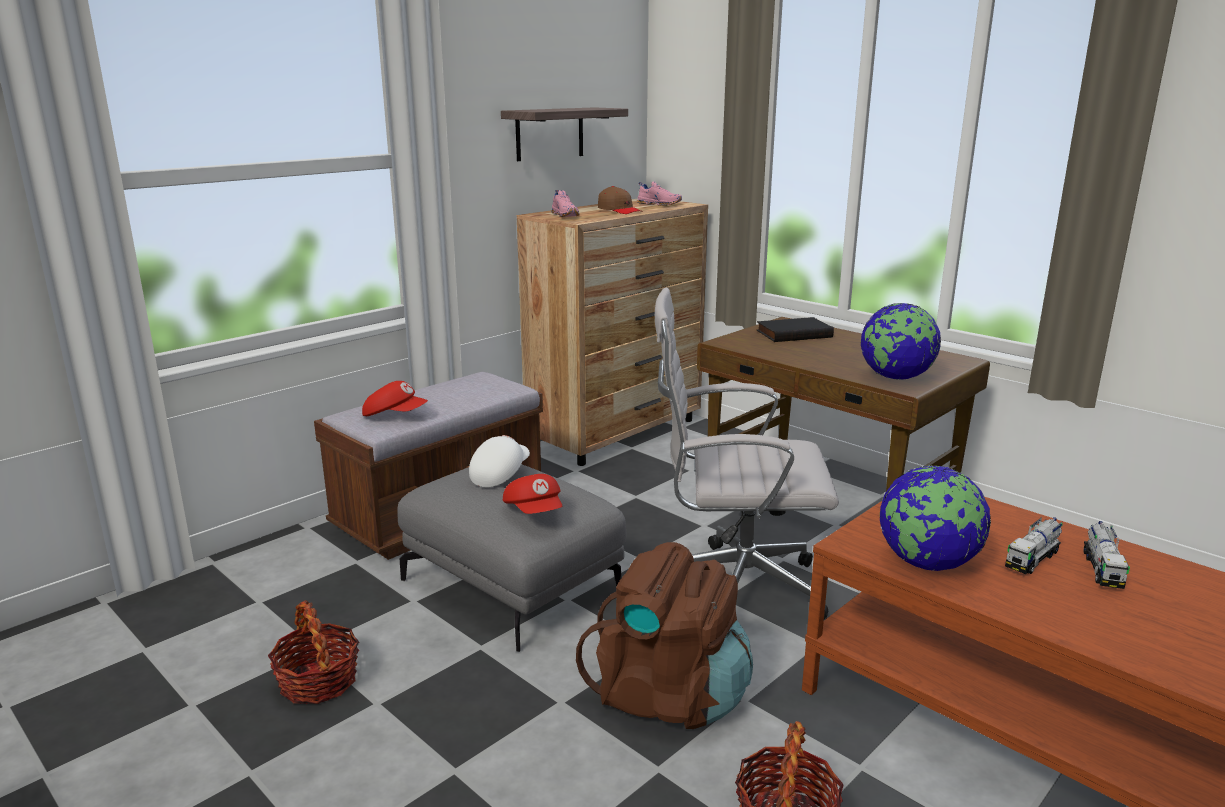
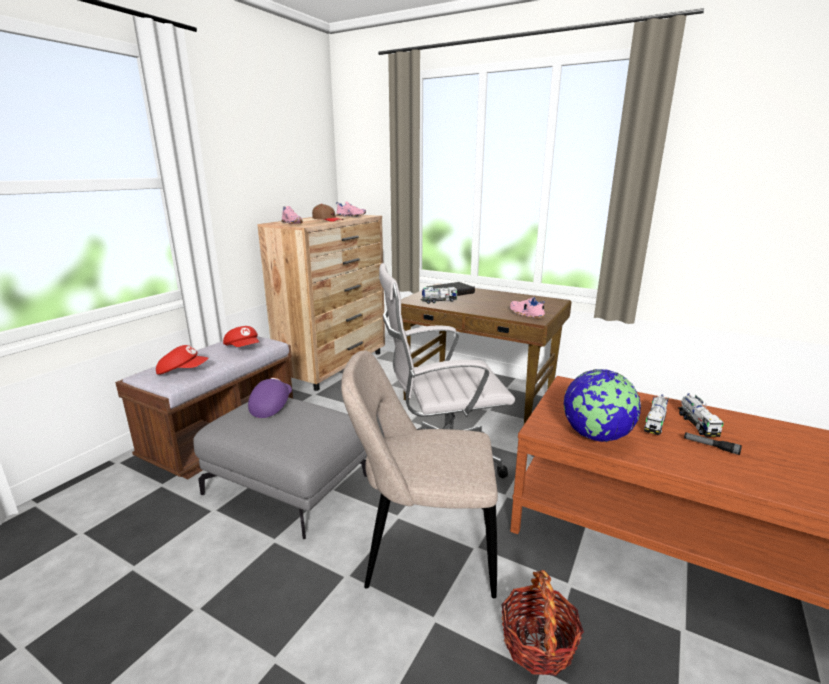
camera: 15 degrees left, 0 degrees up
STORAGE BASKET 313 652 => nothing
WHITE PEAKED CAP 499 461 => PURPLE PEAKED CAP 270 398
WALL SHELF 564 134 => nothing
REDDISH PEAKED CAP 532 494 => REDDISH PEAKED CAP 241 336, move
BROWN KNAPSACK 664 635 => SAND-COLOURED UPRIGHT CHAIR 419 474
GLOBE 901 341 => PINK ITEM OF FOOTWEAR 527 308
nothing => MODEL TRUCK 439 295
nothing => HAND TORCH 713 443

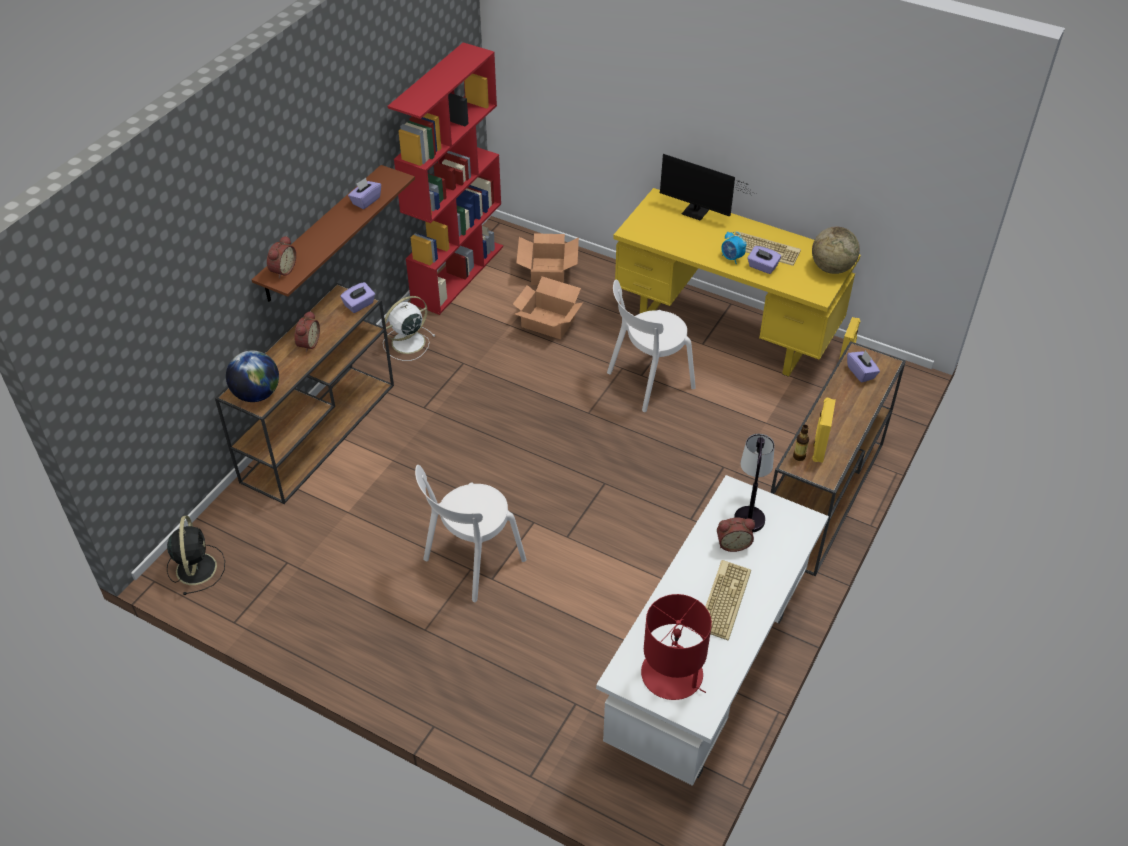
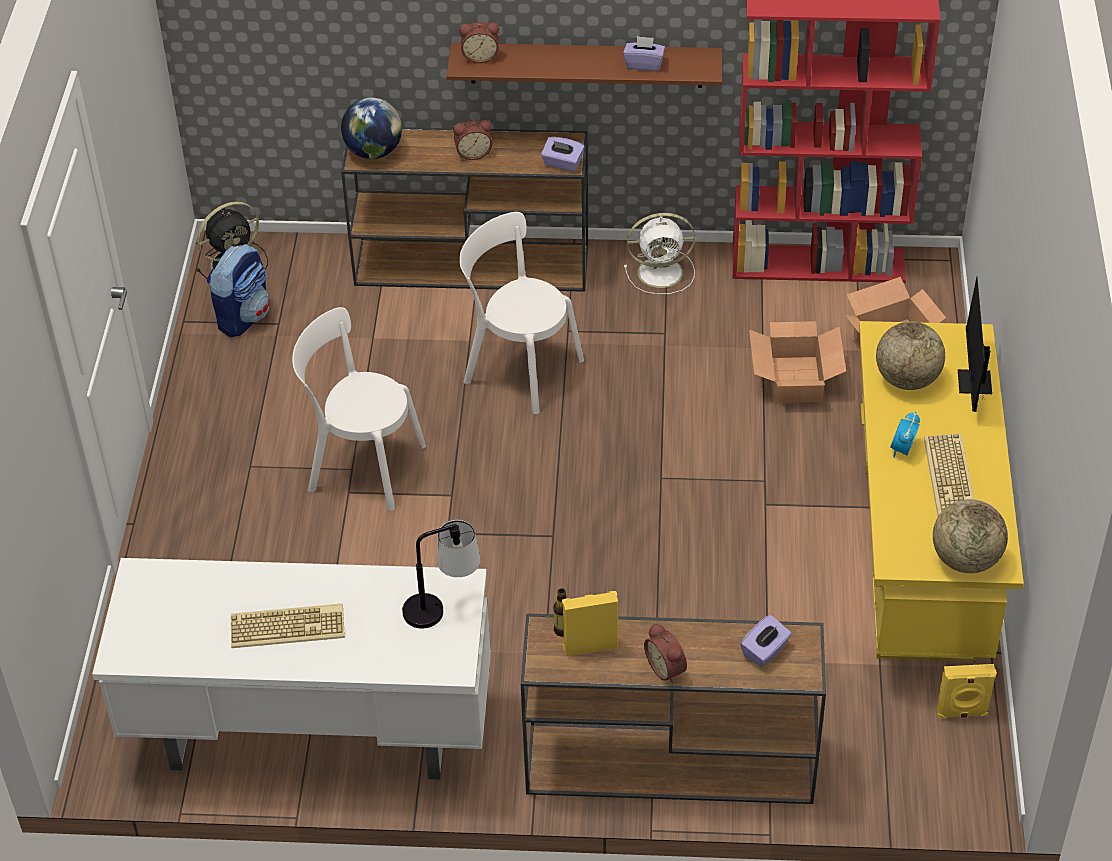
camera: 65 degrees right, 0 degrees up
WHITE FAN 409 328 => WHITE FAN 659 254, 150 degrees clockwise
WHITE UPRIGHT CHAIR 651 345 => WHITE UPRIGHT CHAIR 521 313, move
REDDISH LAMP FOR A TABLE 676 647 => nothing
ALARM CLOCK 736 534 => ALARM CLOCK 665 653, move
PURPLE TISSUE BOX 764 260 => nothing
nothing => KNAPSACK 238 290
nothing => GLOBE 910 355

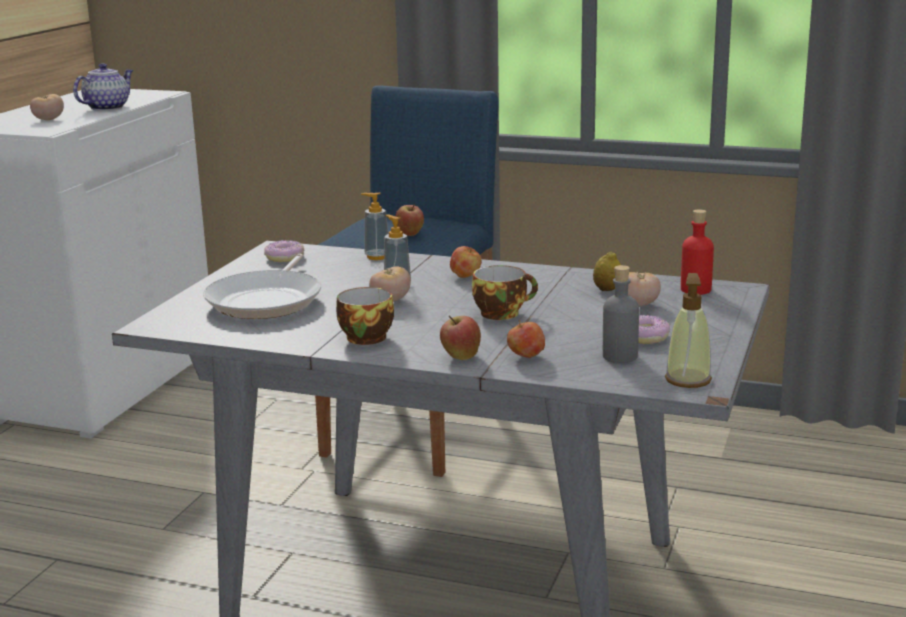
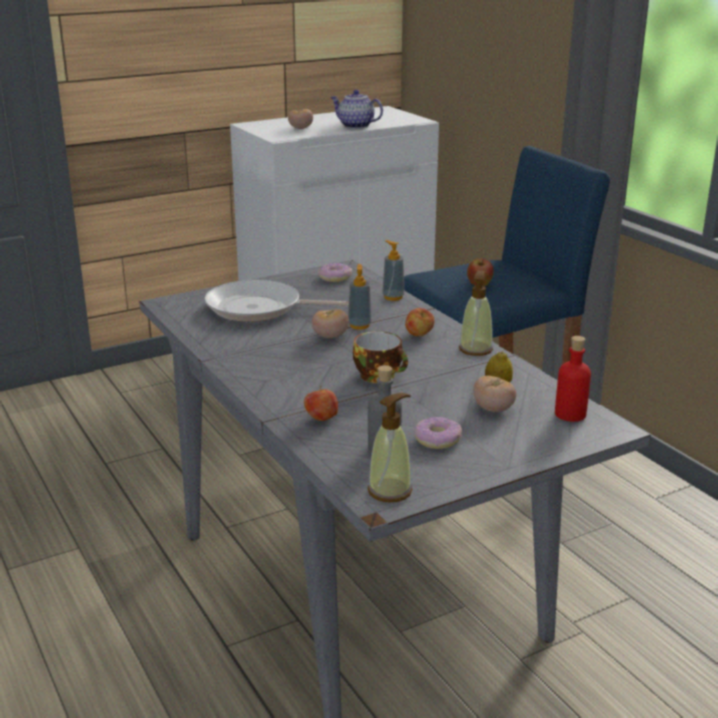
camera: 40 degrees right, 5 degrees up
TEAPOT 103 87 => TEAPOT 356 109, 135 degrees counterclockwise
SKILLET 262 286 => SKILLET 276 300, 45 degrees clockwise
SMALL CUP 365 316 => nothing
APPLE FRUIT 460 338 => nothing
nothing => LIQUID SOAP BOTTLE 476 313

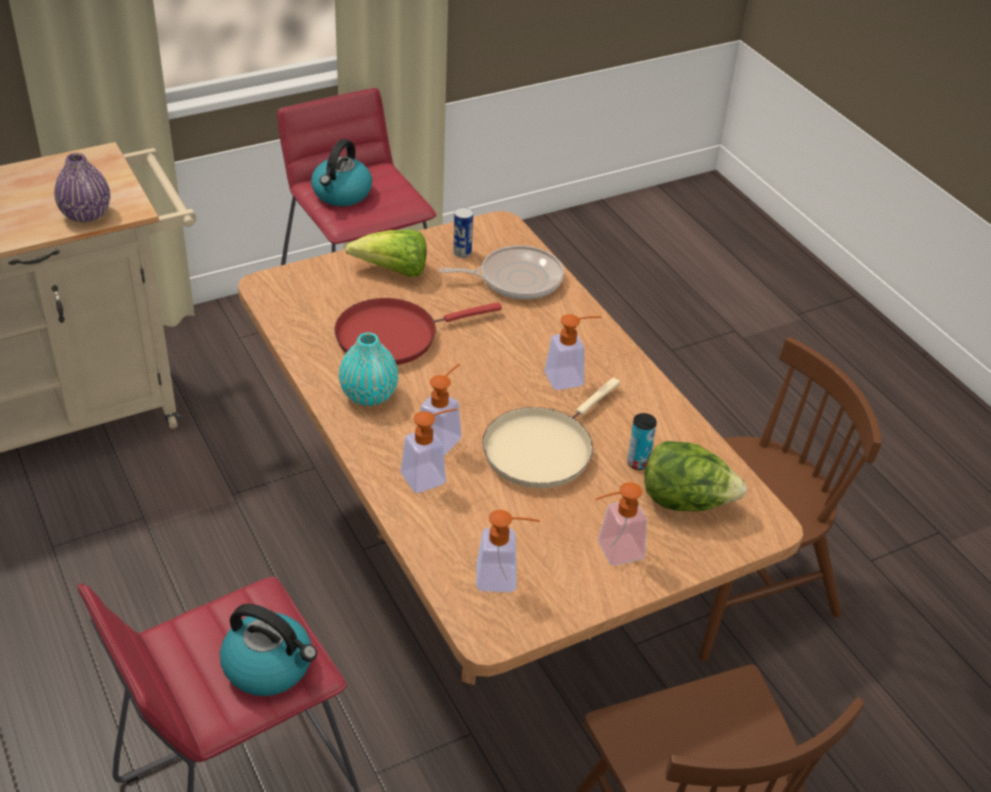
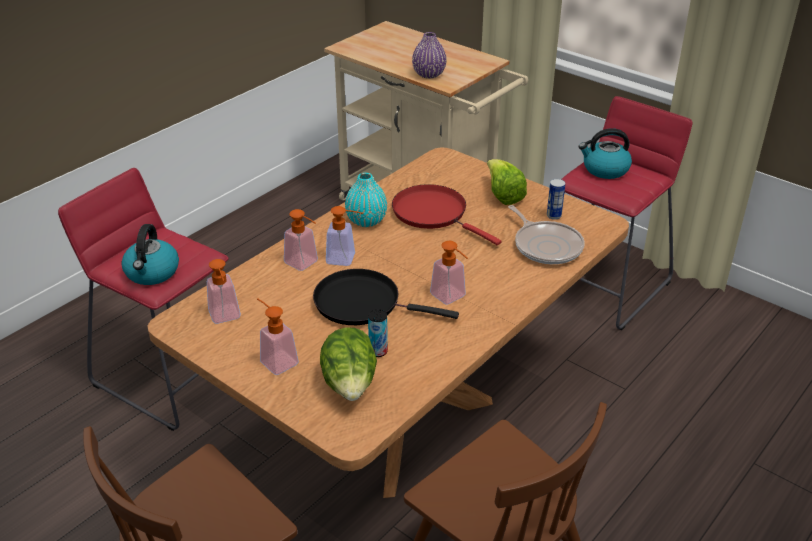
camera: 70 degrees right, 5 degrees down
SAND-COLOURED SKILLET 551 432 => BLACKISH SKILLET 386 297

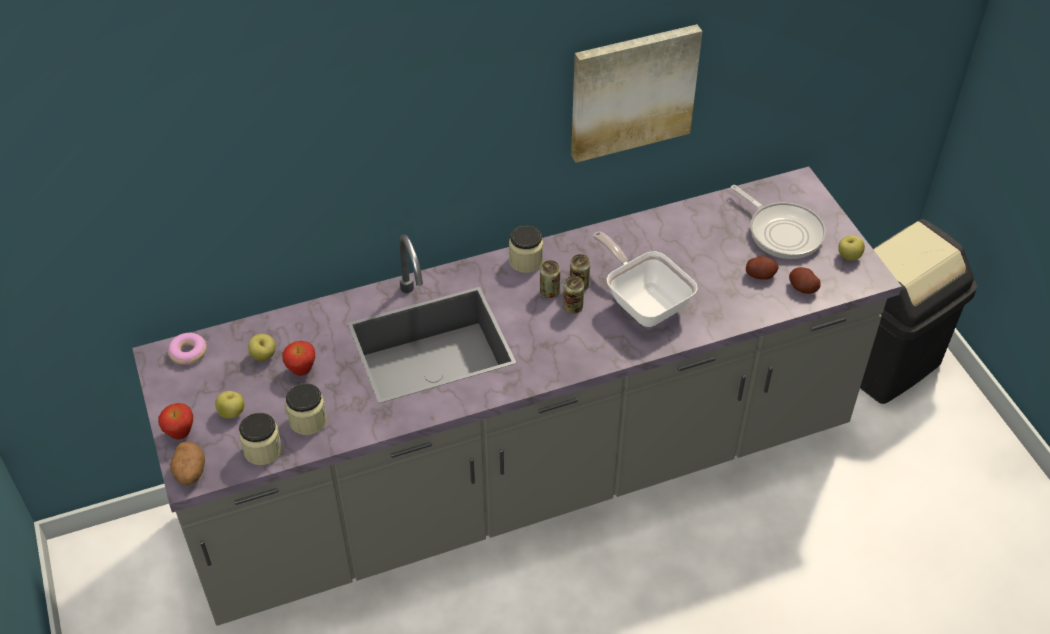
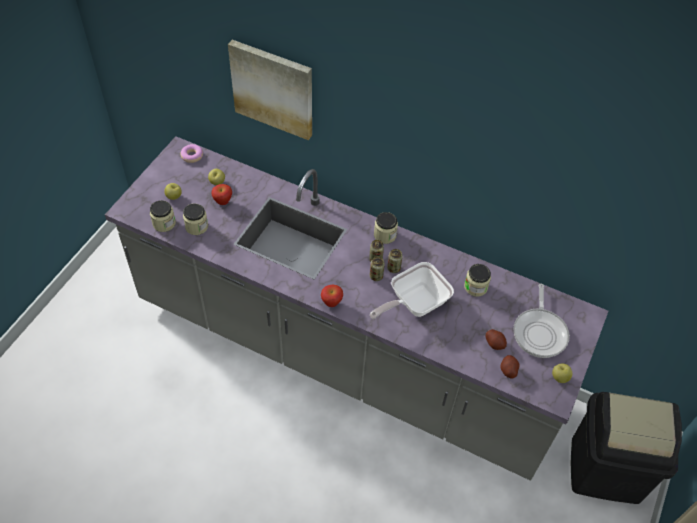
camera: 45 degrees right, 5 degrees up
APPLE FRUIT 175 421 => APPLE FRUIT 332 295, move
WHOLE POTATO 187 463 => nothing
WALL ART 637 93 => WALL ART 270 90, move
SKILLET 645 279 => SKILLET 412 290, 135 degrees counterclockwise
nothing => STORAGE JAR 477 280

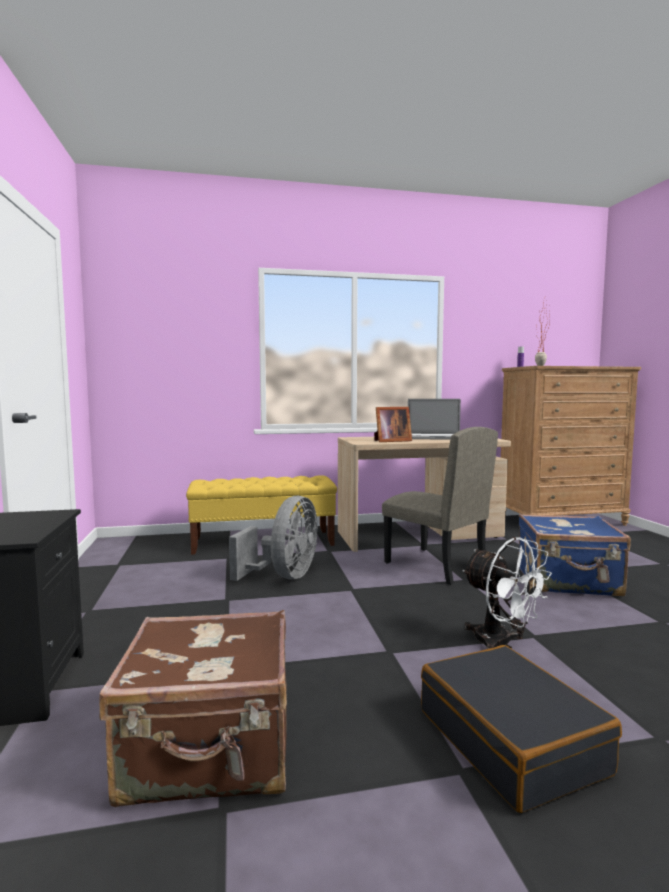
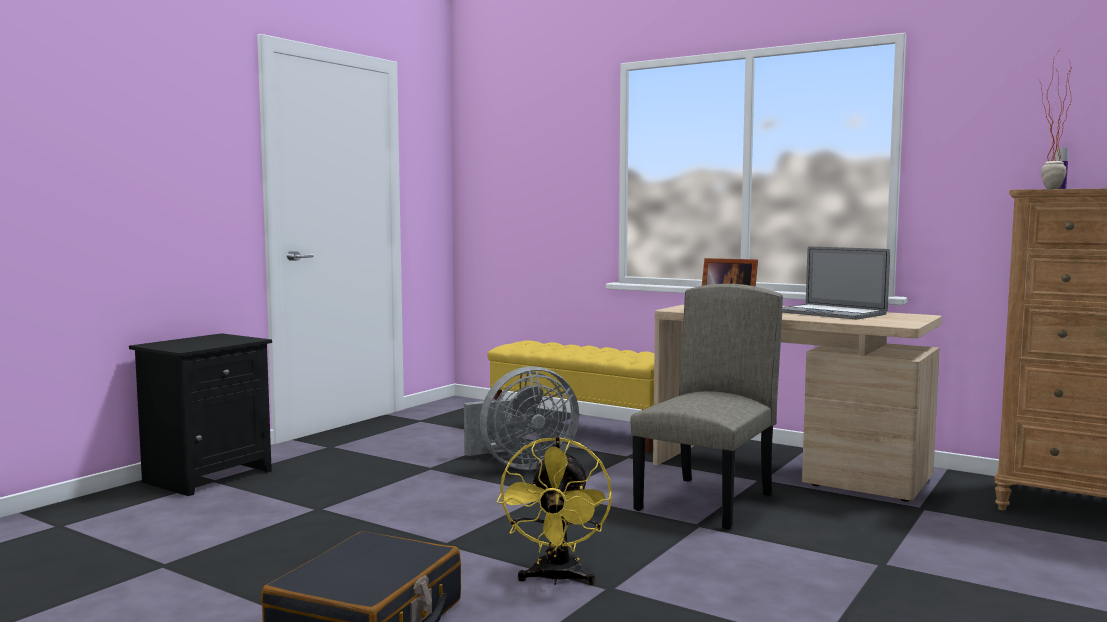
camera: 45 degrees right, 0 degrees up
BROWN PIECE OF LUGGAGE 193 708 => nothing
SAND-COLOURED UPRIGHT CHAIR 440 506 => SAND-COLOURED UPRIGHT CHAIR 707 406, 150 degrees counterclockwise
WHITE FAN 507 593 => YELLOW-COLOURED FAN 554 511
BLUISH PIECE OF LUGGAGE 574 555 => nothing

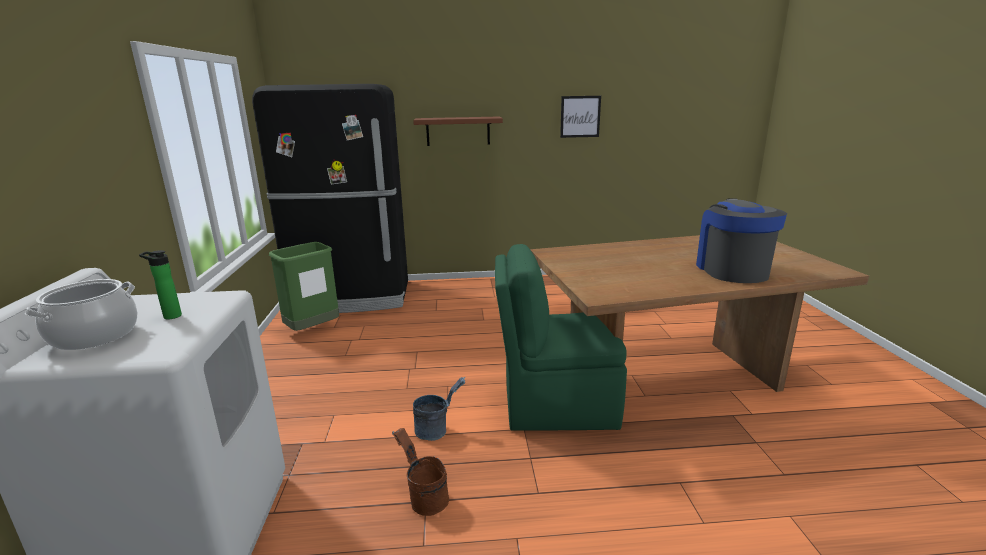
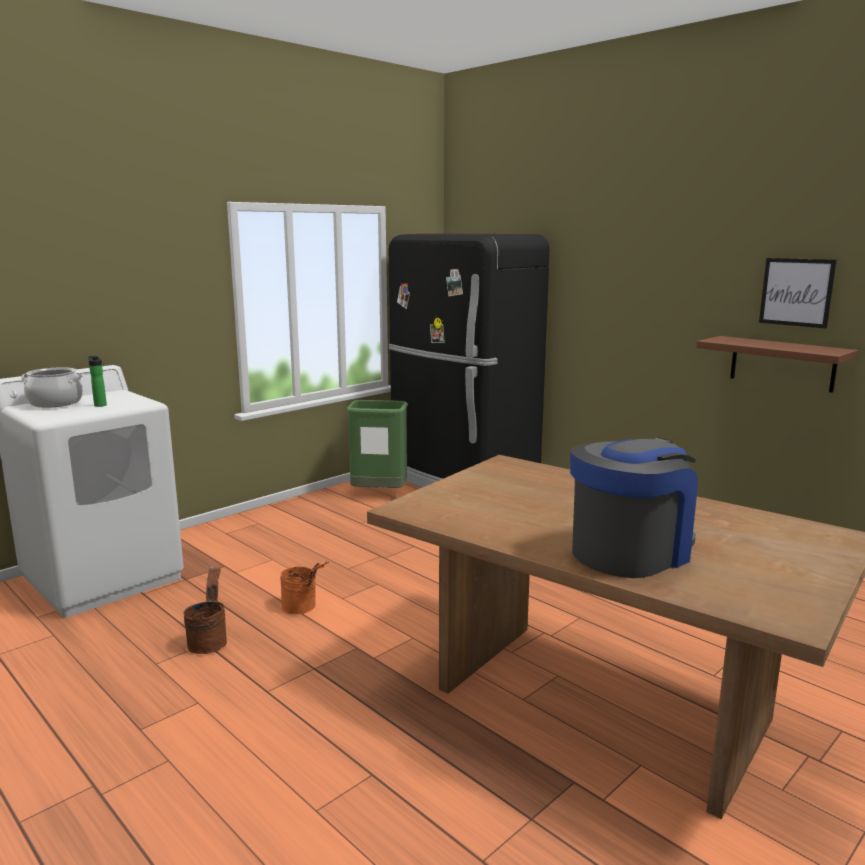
camera: 50 degrees right, 5 degrees down
BROWN WALL SHELF 458 131 => BROWN WALL SHELF 777 364, move
GRAY WATER BUCKET 439 409 => ORANGE-COLOURED WATER BUCKET 304 587
GREENISH UPRIGHT CHAIR 561 337 => nothing

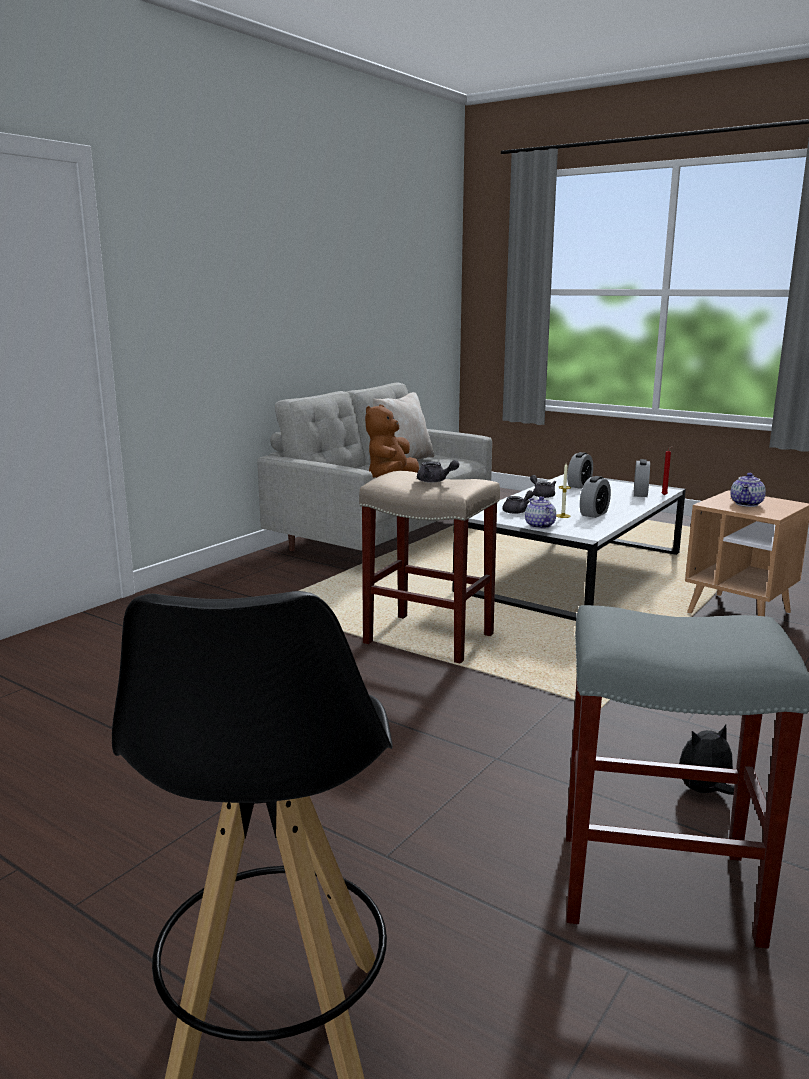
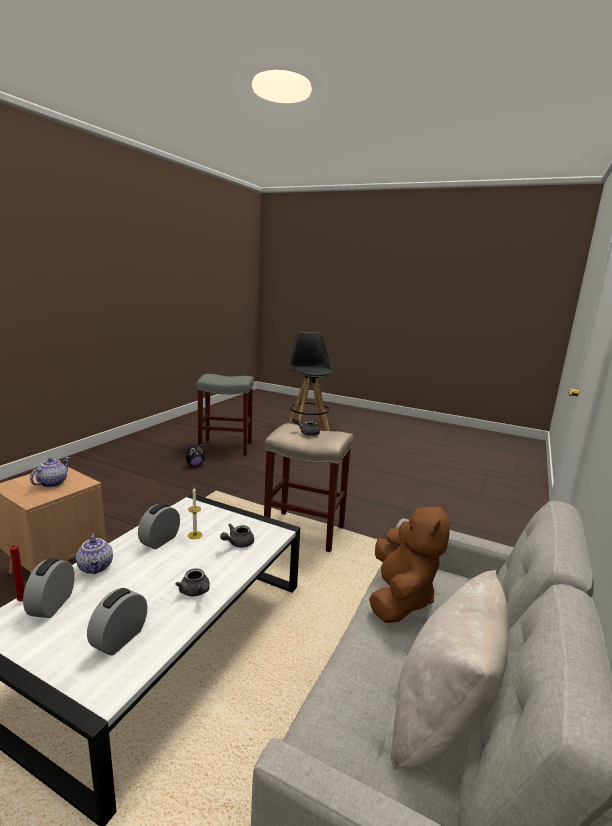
camera: 170 degrees right, 0 degrees up
TEAPOT 540 512 => TEAPOT 94 553, move

